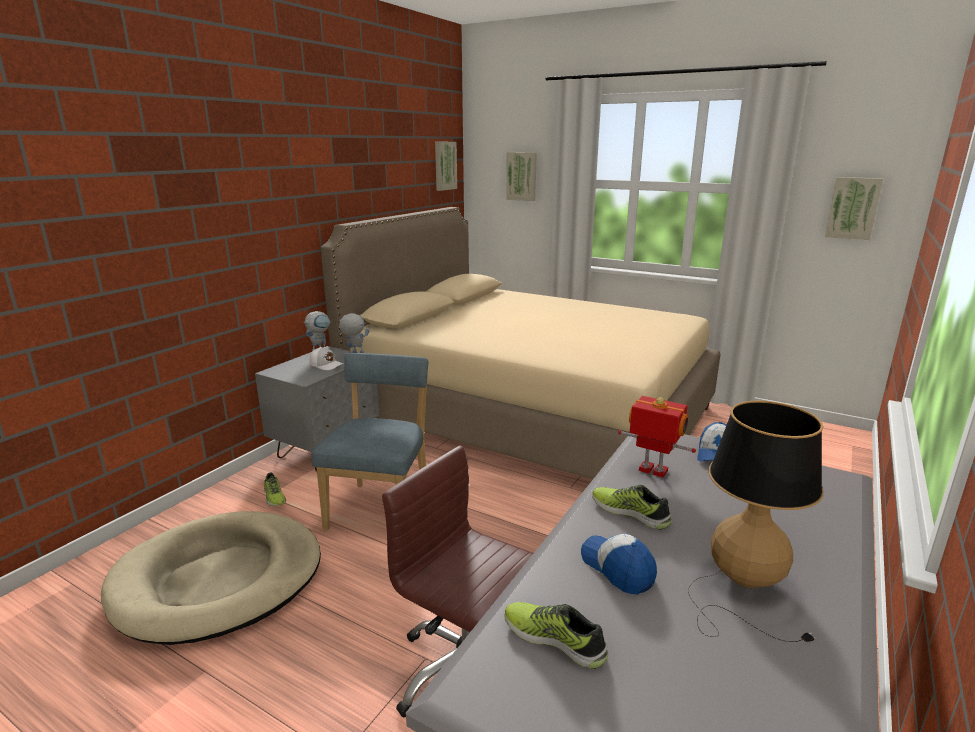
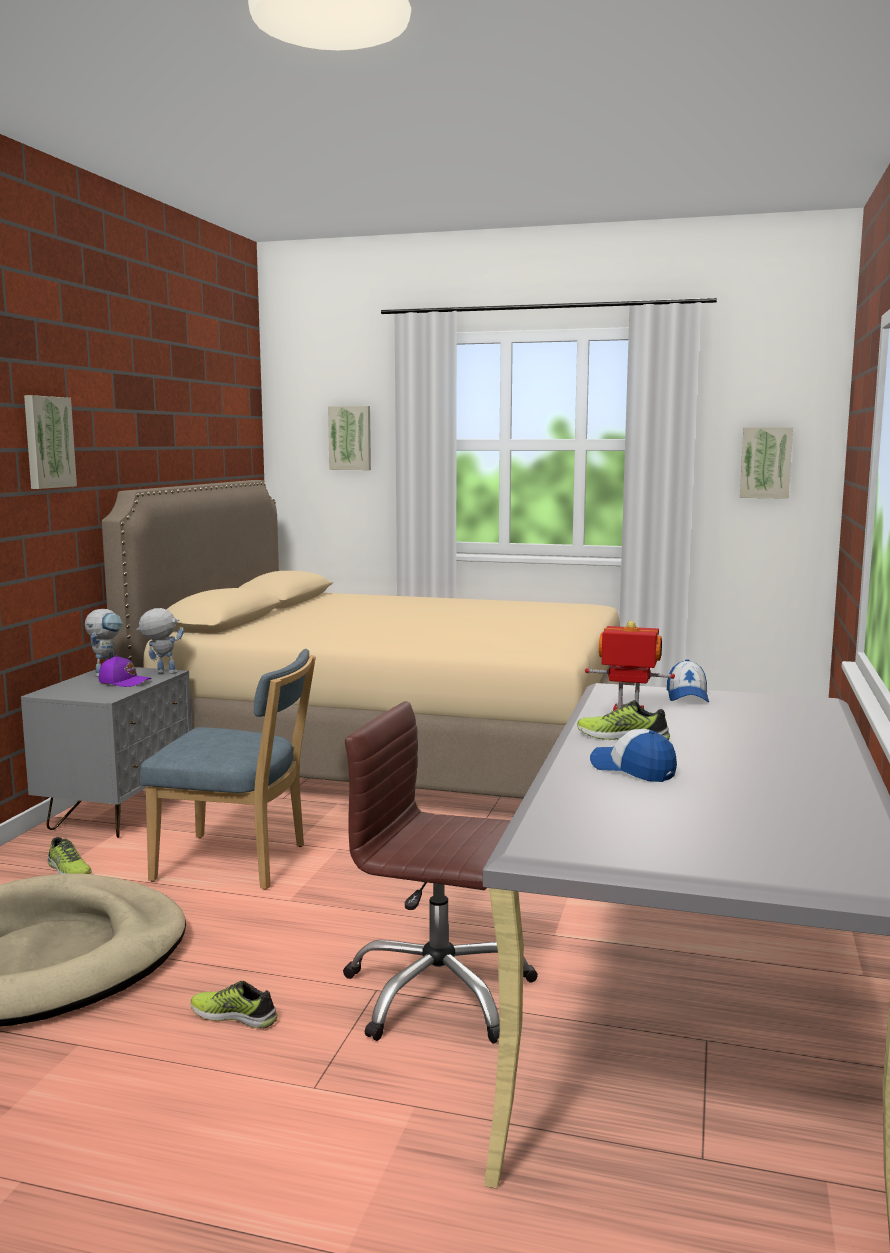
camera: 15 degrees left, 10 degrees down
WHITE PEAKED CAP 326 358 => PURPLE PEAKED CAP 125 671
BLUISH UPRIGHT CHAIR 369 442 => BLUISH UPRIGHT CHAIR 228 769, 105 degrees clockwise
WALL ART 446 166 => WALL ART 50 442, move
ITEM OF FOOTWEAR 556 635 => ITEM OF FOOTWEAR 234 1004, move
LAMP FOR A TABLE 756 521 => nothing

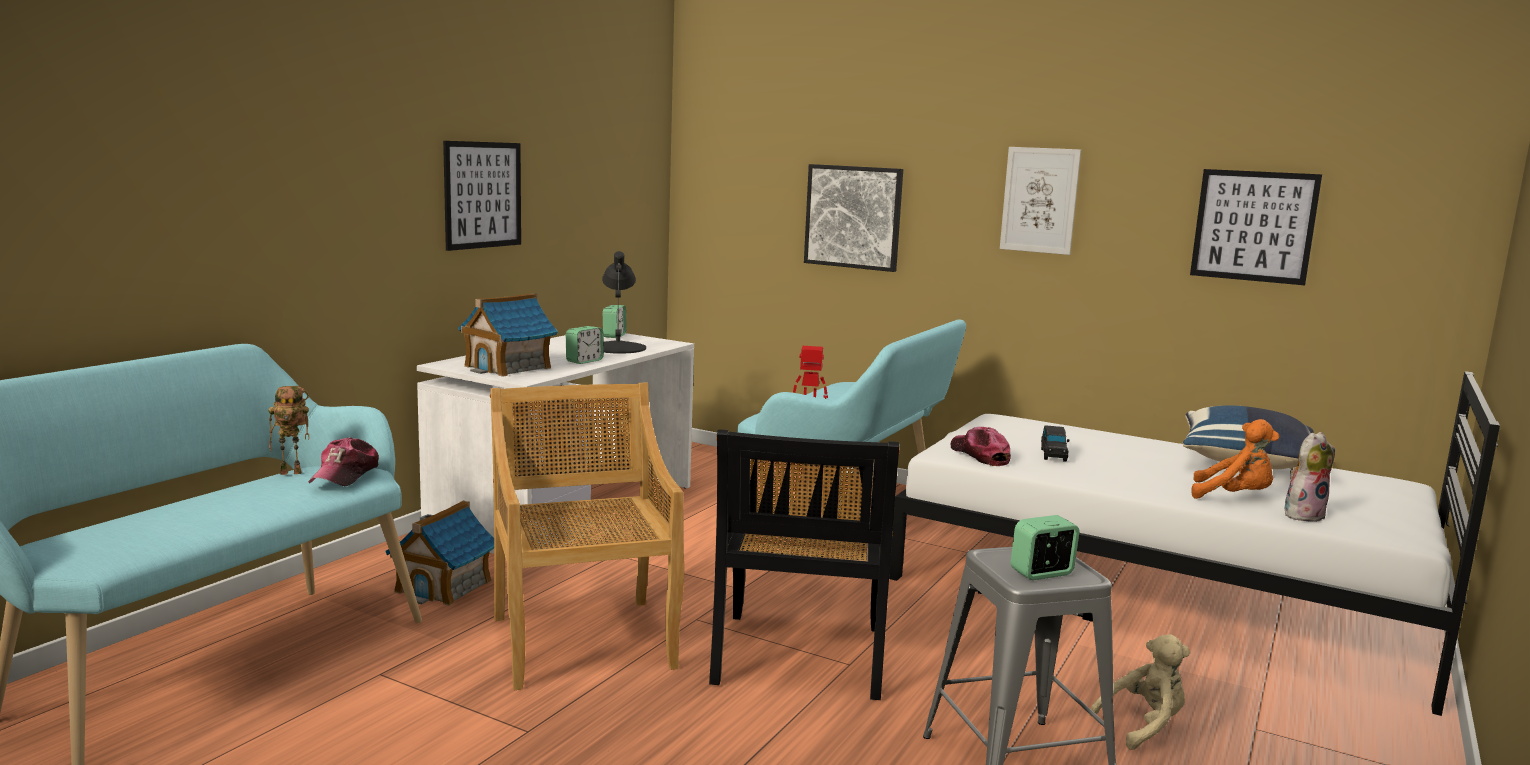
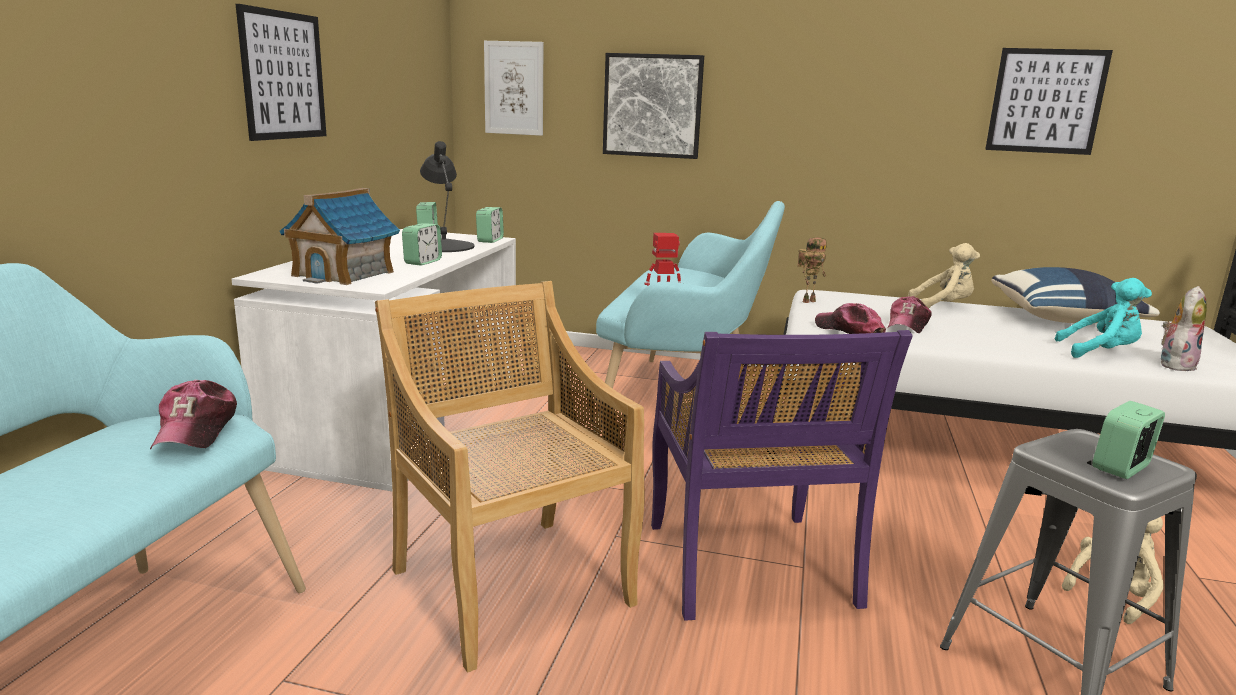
camera: 15 degrees left, 5 degrees up
ROBOT FIGURE 288 430 => ROBOT FIGURE 812 270, move
TOY HOUSE 439 553 => nothing
BLACKISH UPRIGHT CHAIR 804 564 => PURPLE UPRIGHT CHAIR 782 475
WALL ART 1040 201 => WALL ART 514 88, move
BLACKISH MODEL CAR 1055 443 => PEAKED CAP 910 314
ORANGE-COLOURED PLUSH TOY 1235 459 => BLUE-GREEN PLUSH TOY 1103 318
nothing => ALARM CLOCK 490 225
nothing => SAND-COLOURED PLUSH TOY 943 275

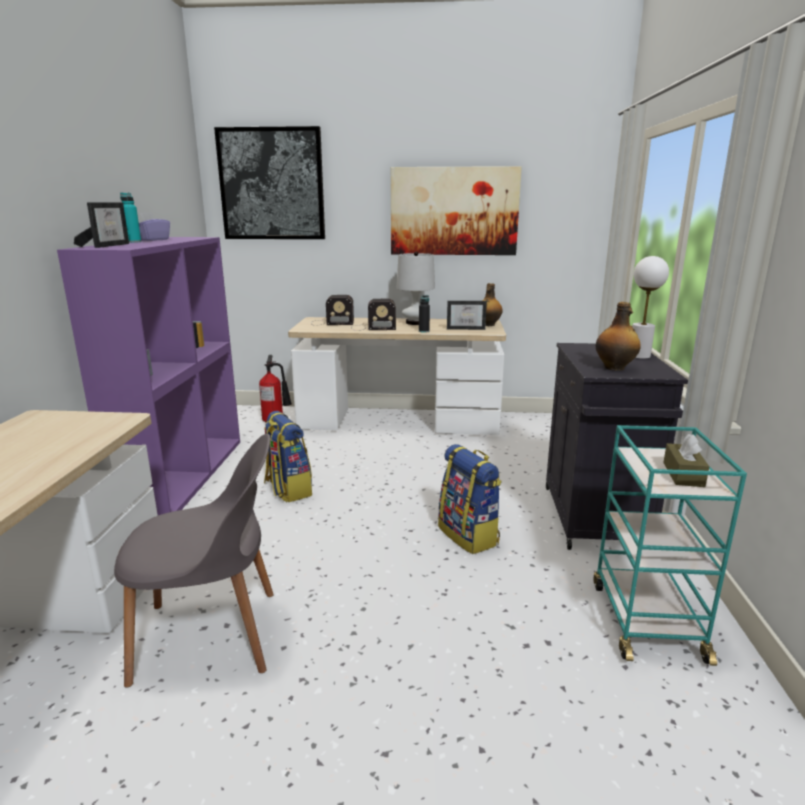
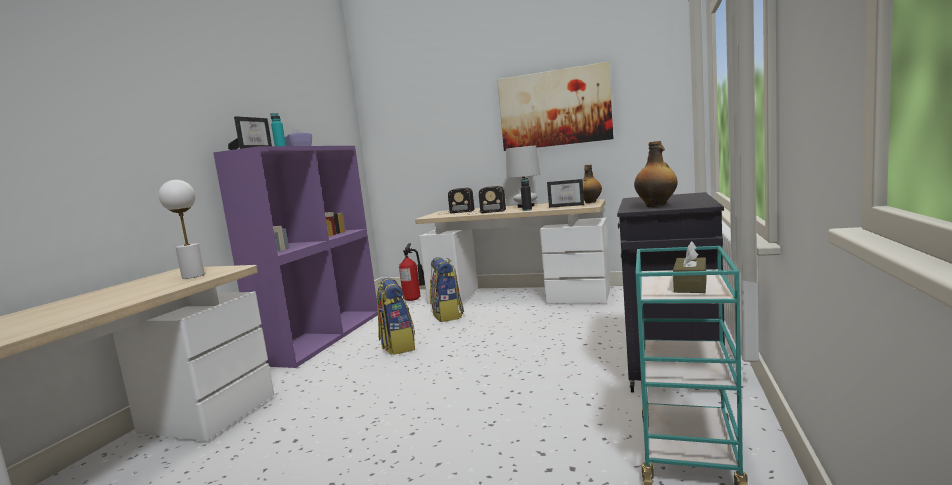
camera: 15 degrees right, 10 degrees down
GRAY UPRIGHT CHAIR 194 560 => nothing
WALL ART 269 182 => nothing
KNAPSACK 470 499 => KNAPSACK 447 289, move
WHITE LAMP FOR A TABLE 650 307 => WHITE LAMP FOR A TABLE 182 229, move

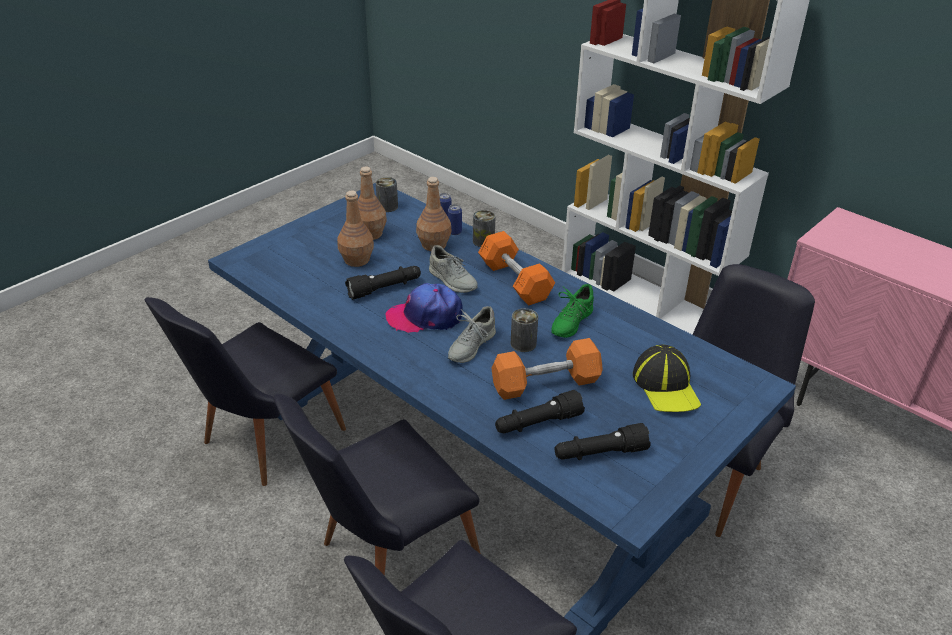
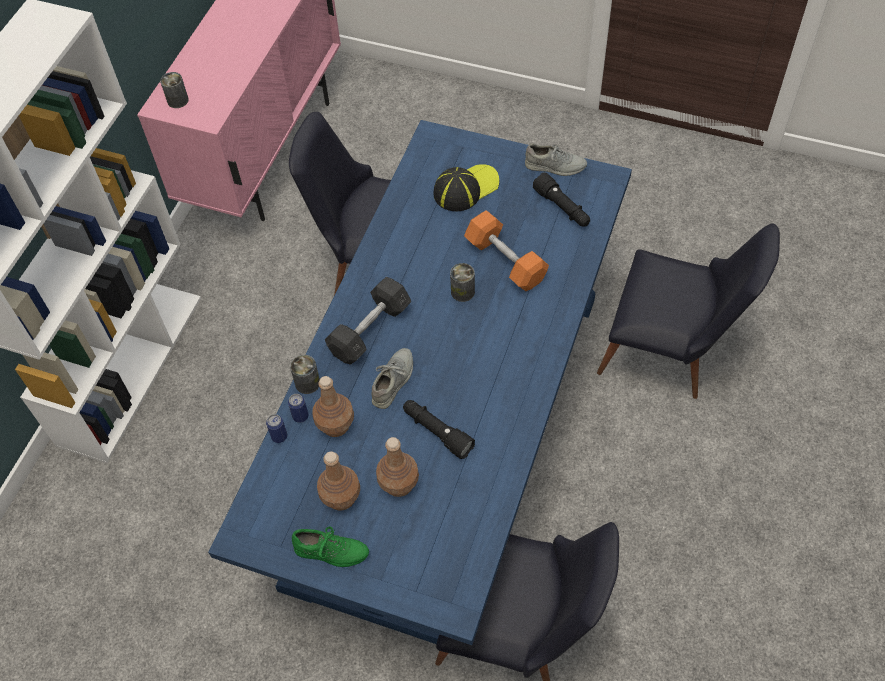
camera: 110 degrees left, 20 degrees up
BLACKISH UPRIGHT CHAIR 377 484 => nothing
CAN 387 194 => CAN 174 90, move
PEAKED CAP 424 308 => nothing
GRAY ITEM OF FOOTWEAR 472 334 => GRAY ITEM OF FOOTWEAR 556 159, move
ORANGE-COLOURED DUMBBELL 516 268 => GRAY DUMBBELL 368 321
BLACKISH HAND TORCH 540 412 => nothing
GREENISH ITEM OF FOOTWEAR 572 311 => GREENISH ITEM OF FOOTWEAR 330 547, move

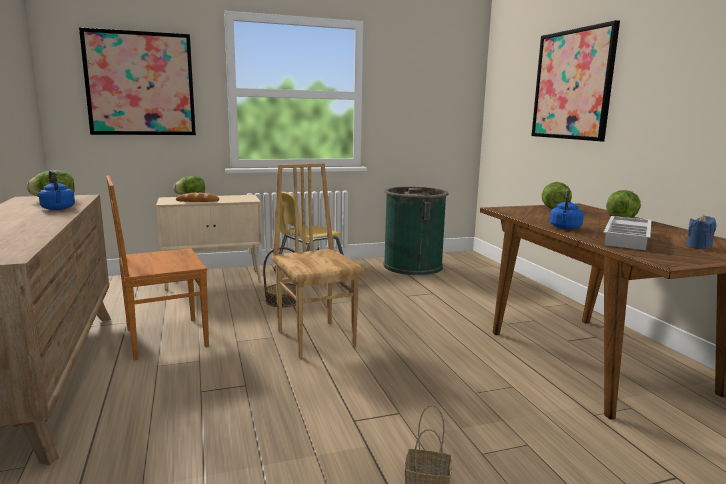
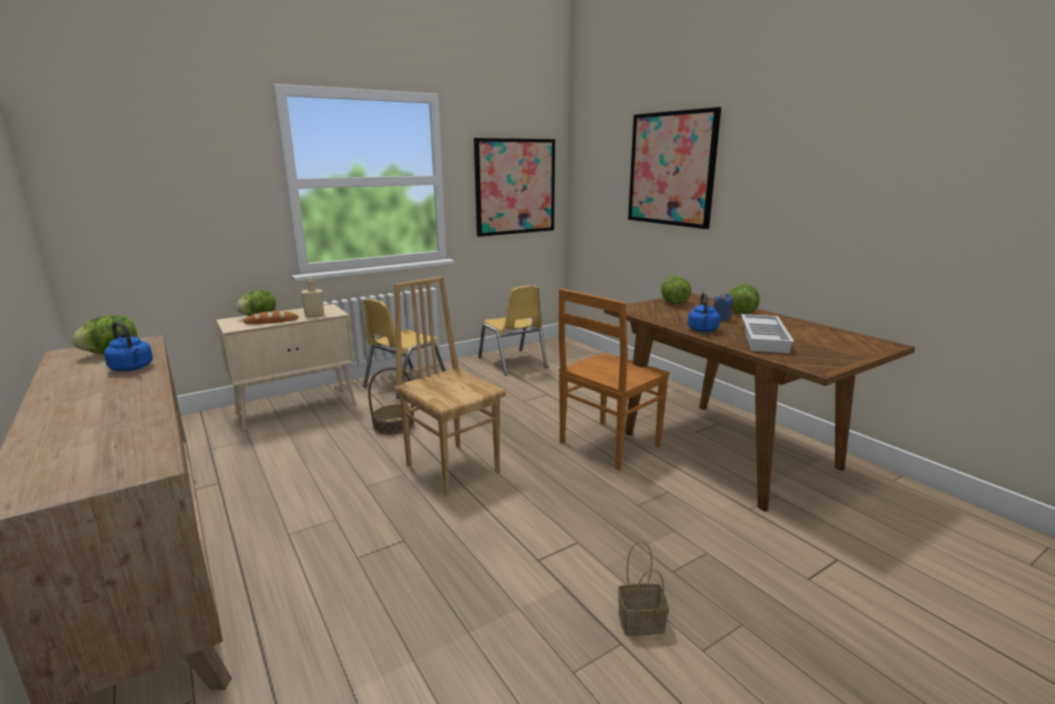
camera: 15 degrees left, 5 degrees up
WALL ART 137 81 => WALL ART 514 187, move
BROWN UPRIGHT CHAIR 157 267 => BROWN UPRIGHT CHAIR 614 379, move
GREENISH WASTE BIN 416 231 => YELLOW-COLOURED UPRIGHT CHAIR 513 330
BLUISH WAX CANDLE 701 232 => BLUISH WAX CANDLE 723 307, move
nothing => SAND-COLOURED DRINK BOTTLE 312 297

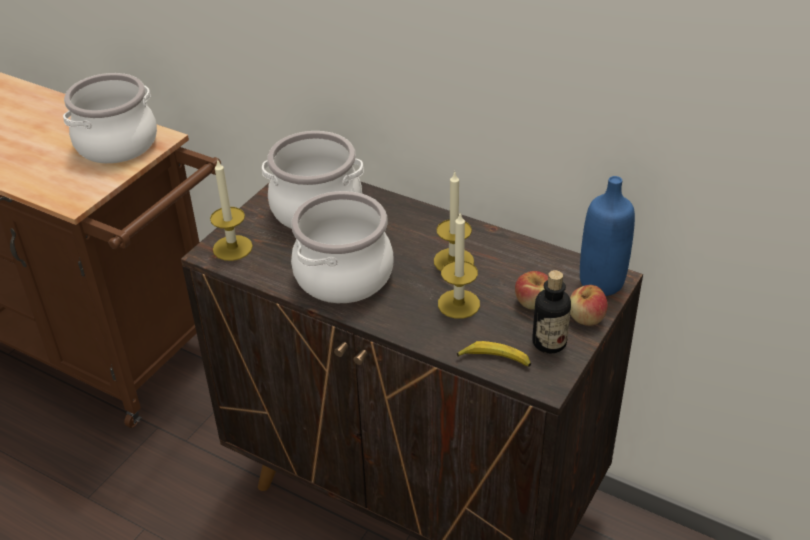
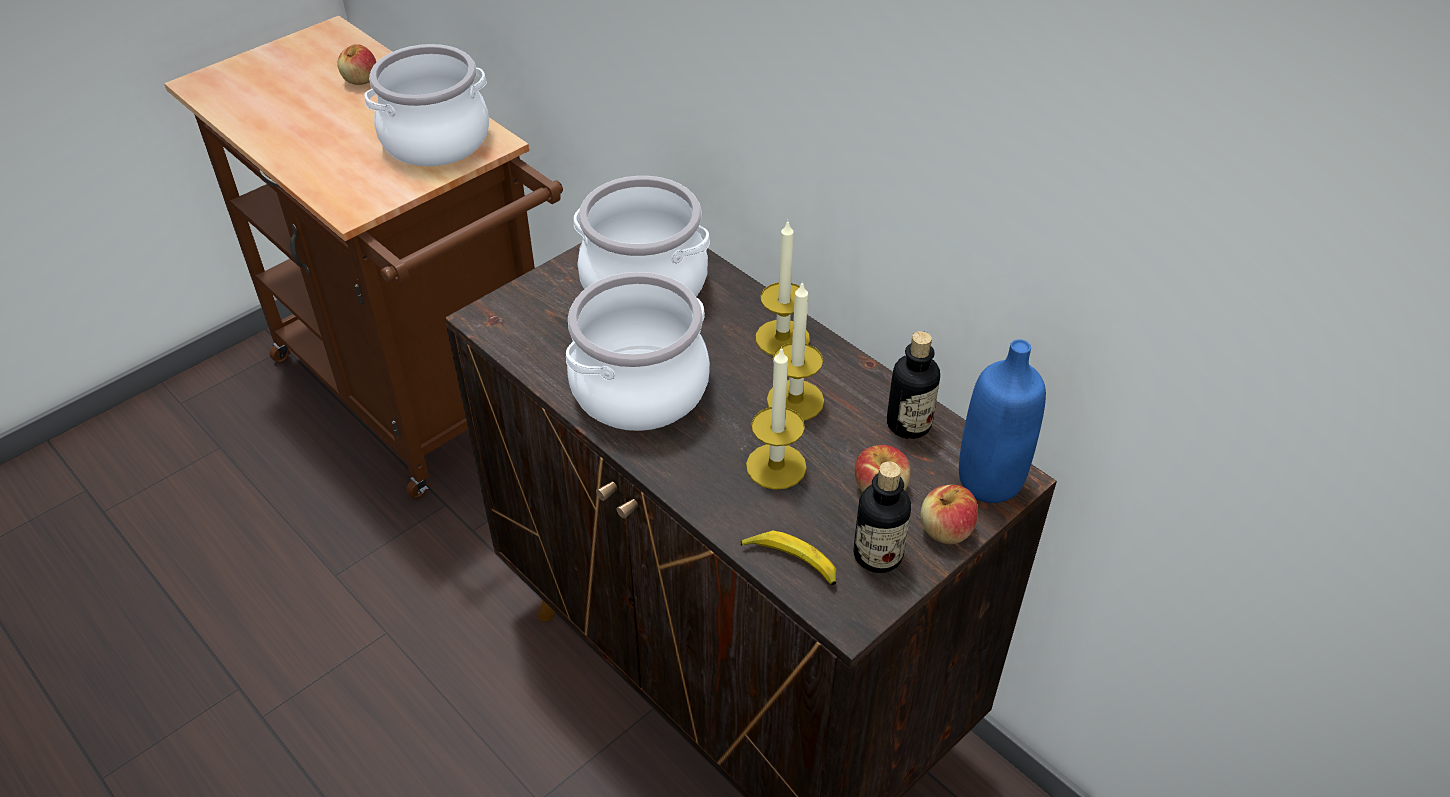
camera: 15 degrees right, 5 degrees up
WAX CANDLE 231 210 => WAX CANDLE 783 287, move
nothing => APPLE FRUIT 356 64
nothing => DRINK BOTTLE 913 385

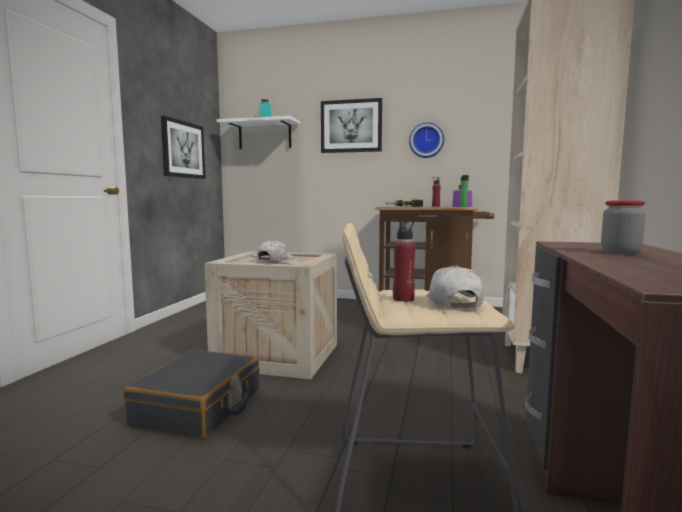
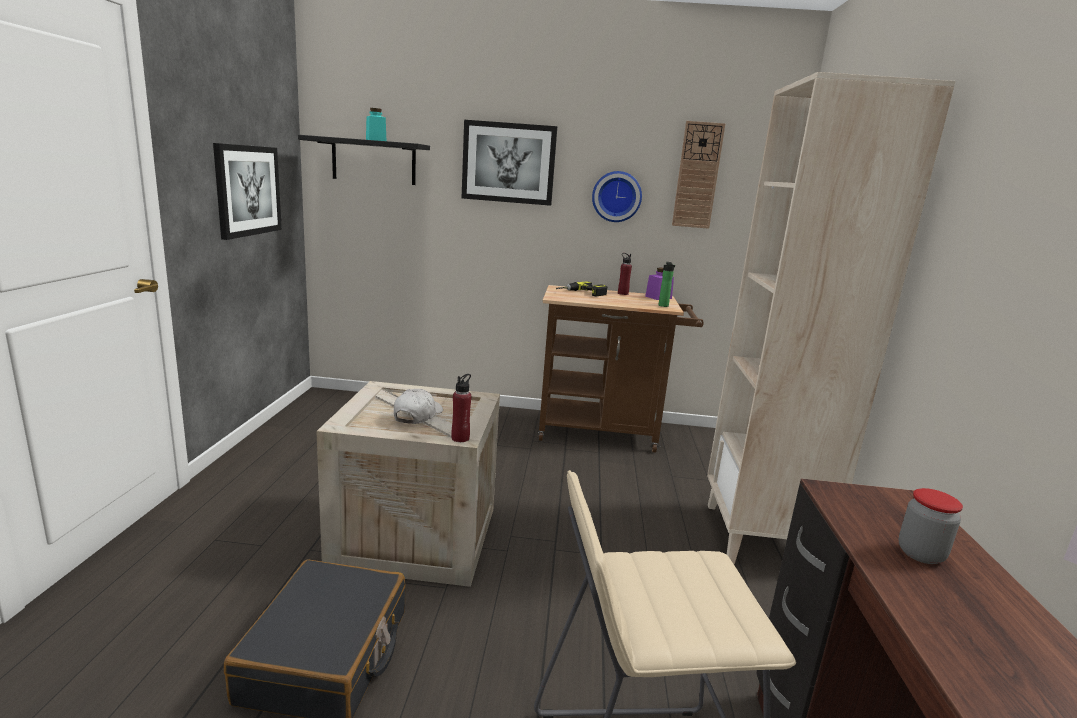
camera: 10 degrees left, 10 degrees up
WHITE WALL SHELF 258 132 => BLACKISH WALL SHELF 364 160
REDDISH DRINK BOTTLE 404 261 => REDDISH DRINK BOTTLE 461 408, move
WHITE PEAKED CAP 455 287 => nothing
nothing => HANGING CLOCK 698 175

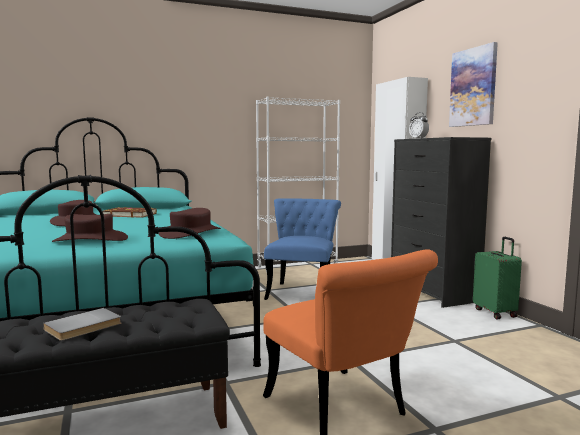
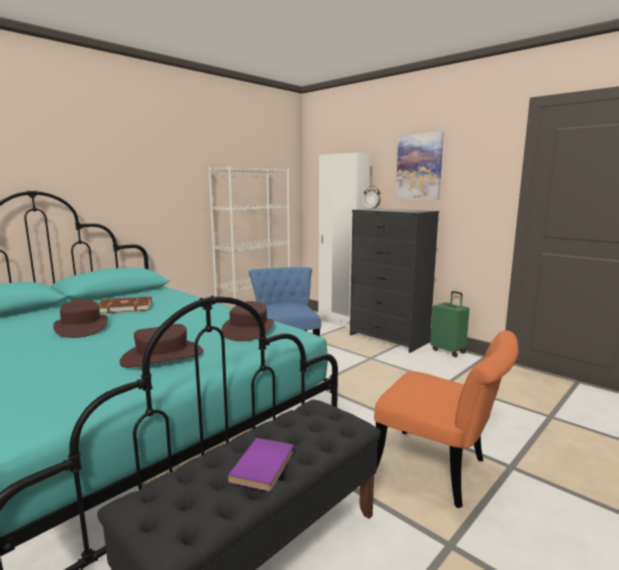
camera: 25 degrees left, 5 degrees up
GRAY BOUND BOOK 82 324 => PURPLE BOUND BOOK 260 464

